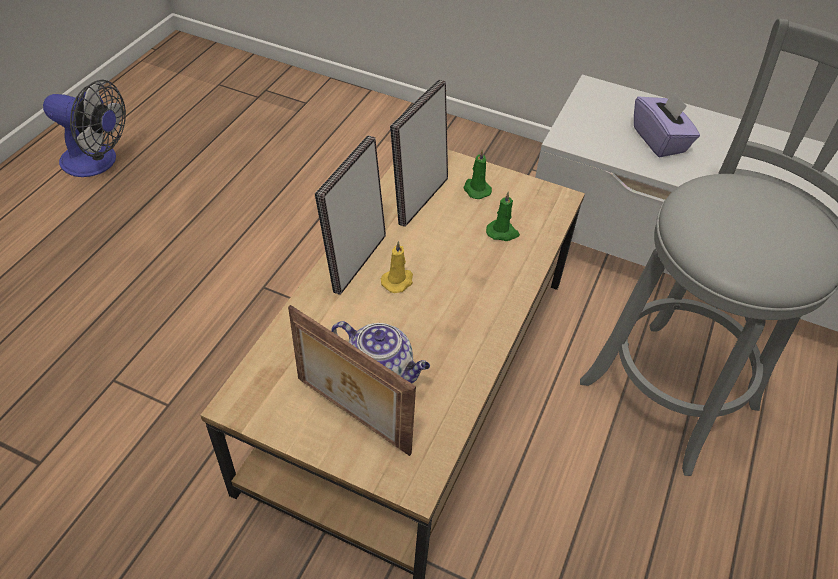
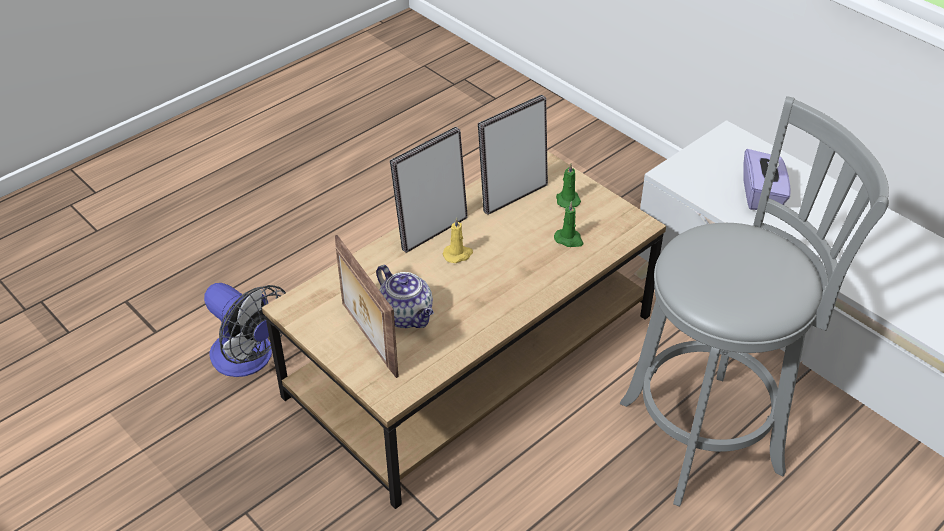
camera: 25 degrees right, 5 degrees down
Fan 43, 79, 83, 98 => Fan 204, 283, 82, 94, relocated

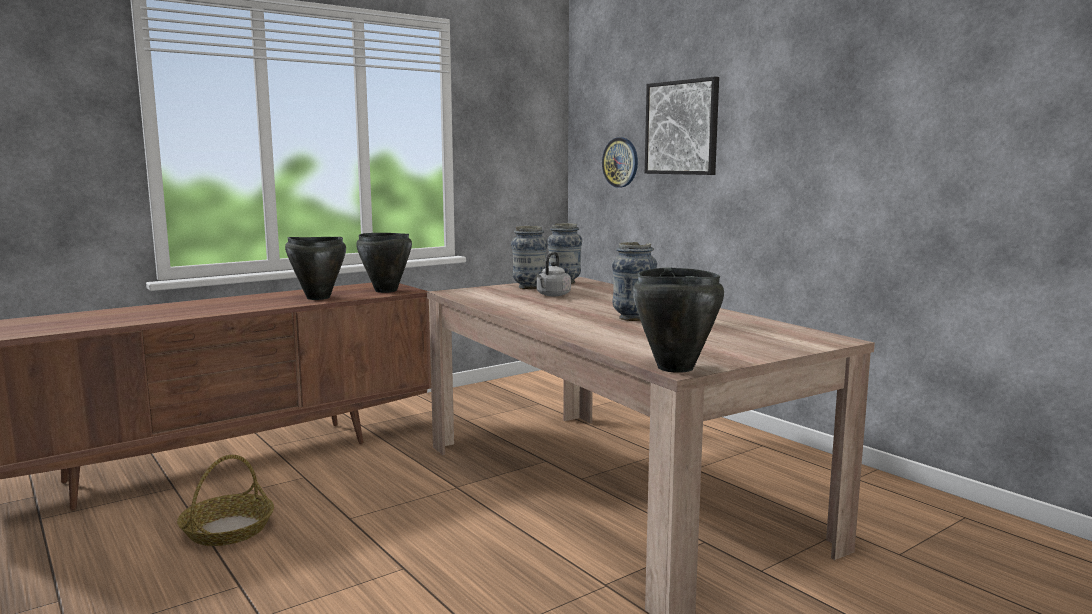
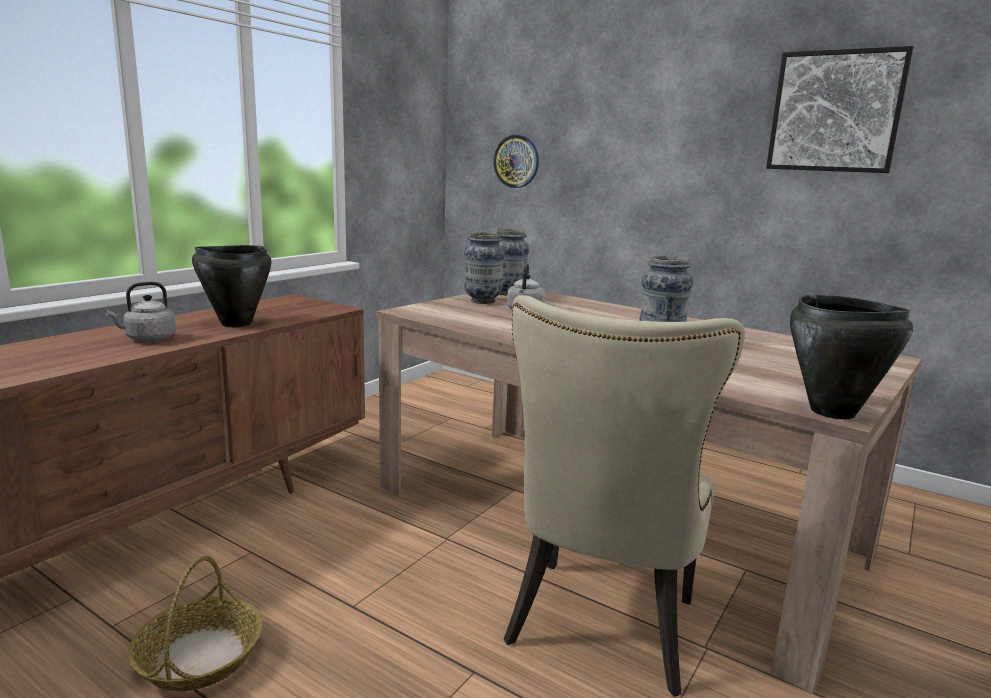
camera: 20 degrees left, 5 degrees up
BlackCookingPot 356, 233, 56, 60 => nothing
nothing => GreyKettle 106, 282, 70, 60
nothing => BeigeChair 503, 295, 242, 402
Picture 645, 77, 74, 98 => Picture 766, 46, 147, 127, relocated

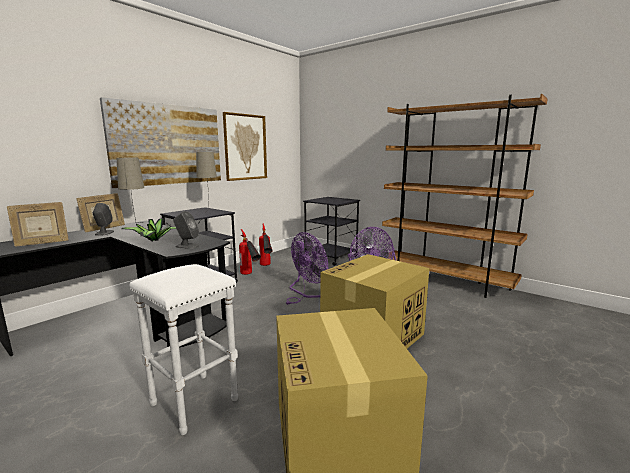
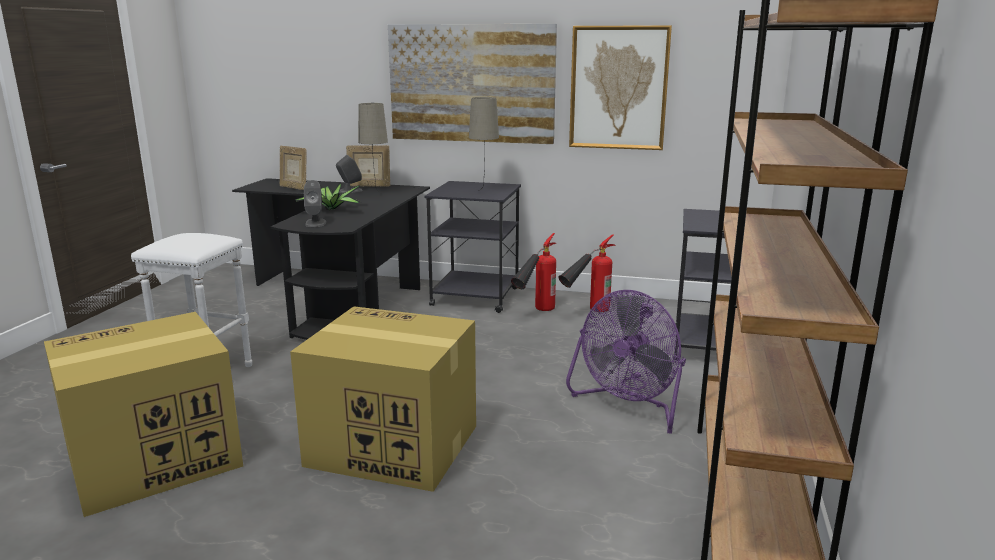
camera: 65 degrees right, 5 degrees up
PurpleFan 285, 232, 43, 73 => nothing

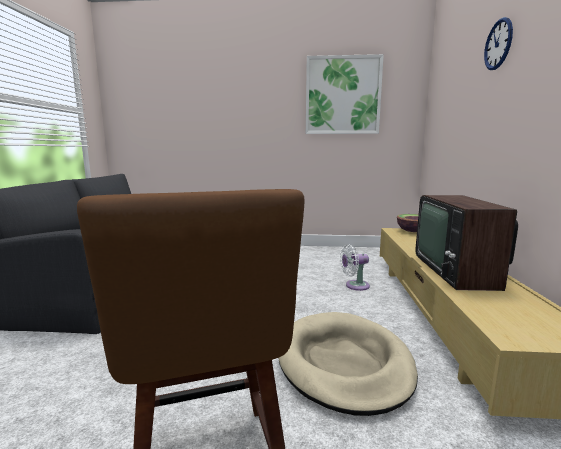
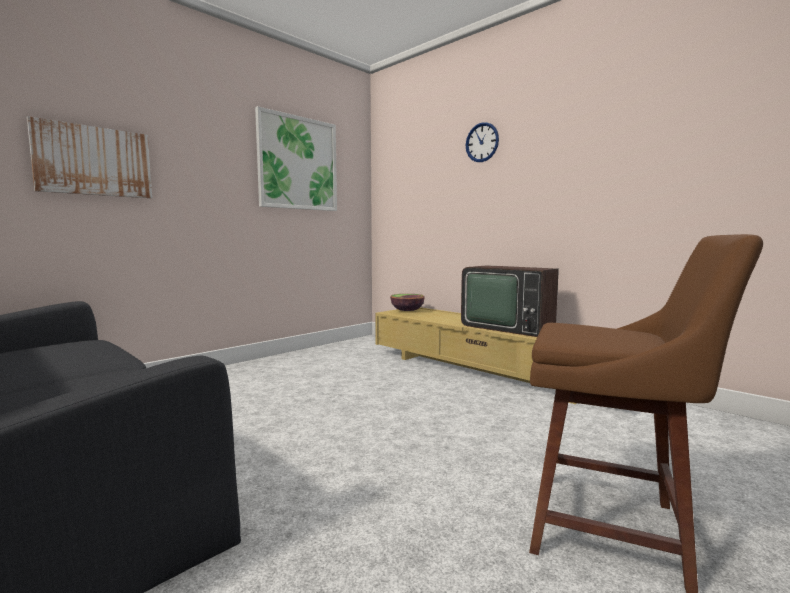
camera: 50 degrees left, 5 degrees down
BeigeDogBed 278, 312, 140, 104 => nothing
WhiteFan 340, 244, 30, 47 => nothing
nothing => Picture 27, 116, 125, 82

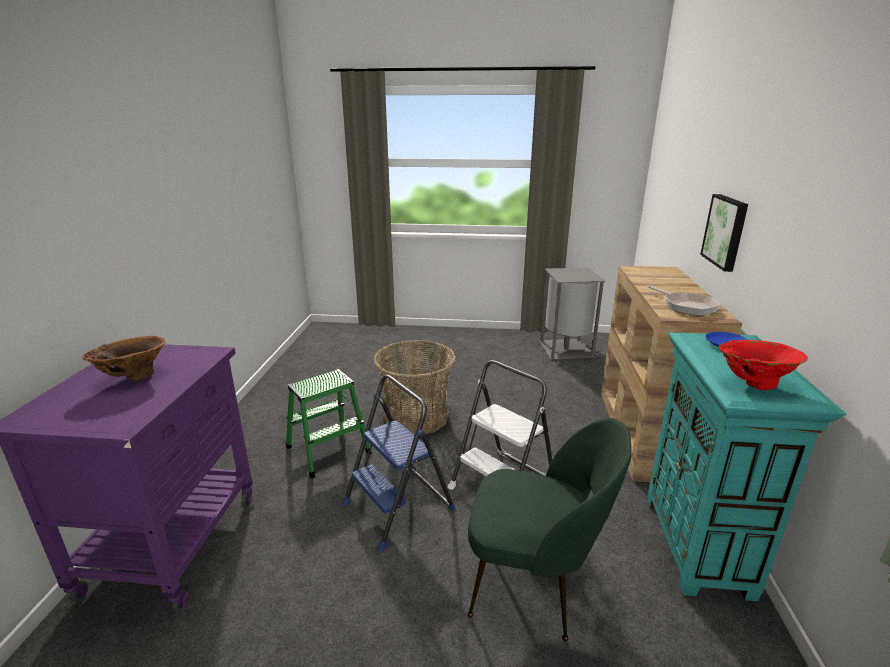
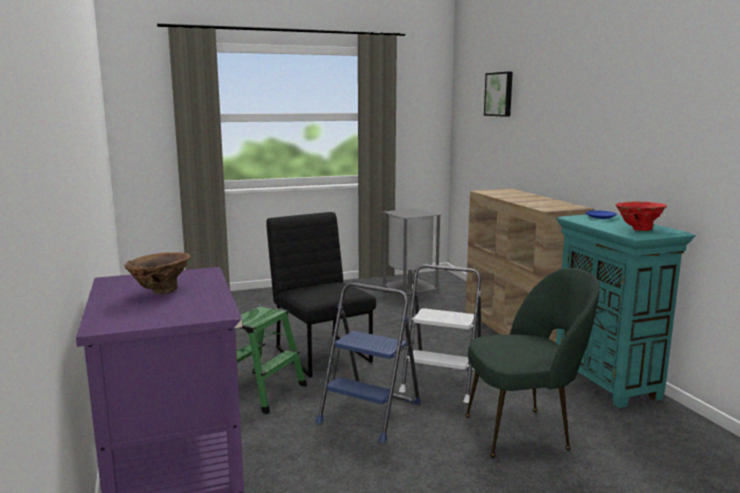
camera: 25 degrees left, 10 degrees down
FryingPan 648, 286, 73, 30 => nothing
Picture 700, 194, 48, 78 => Picture 484, 72, 29, 45, relocated
Basket 373, 340, 83, 95 => BlackChair 266, 212, 110, 165

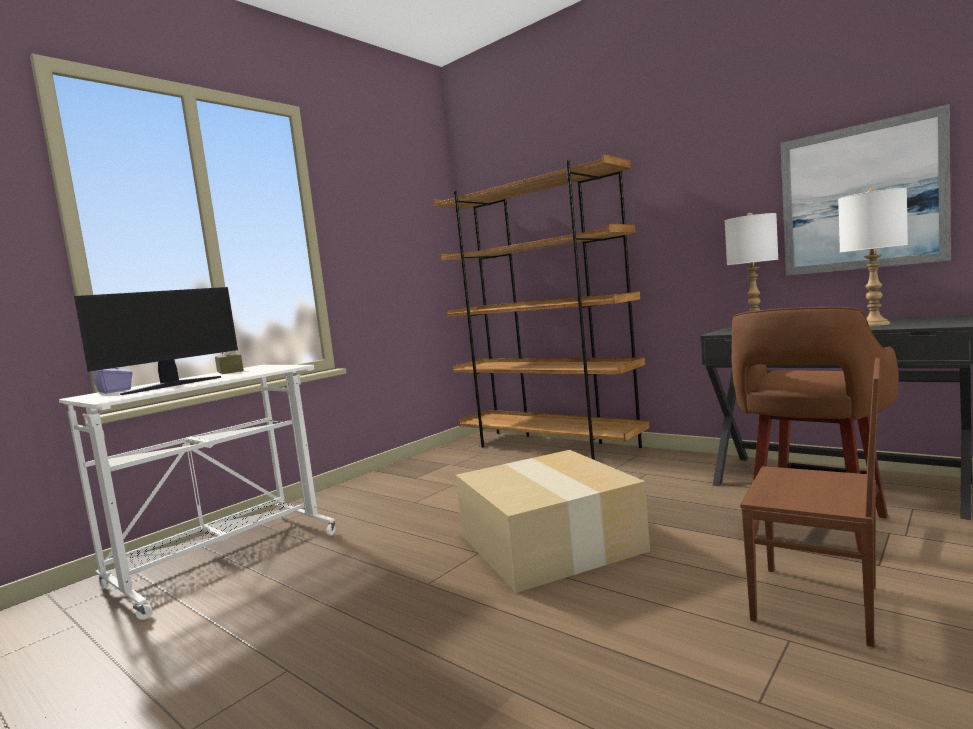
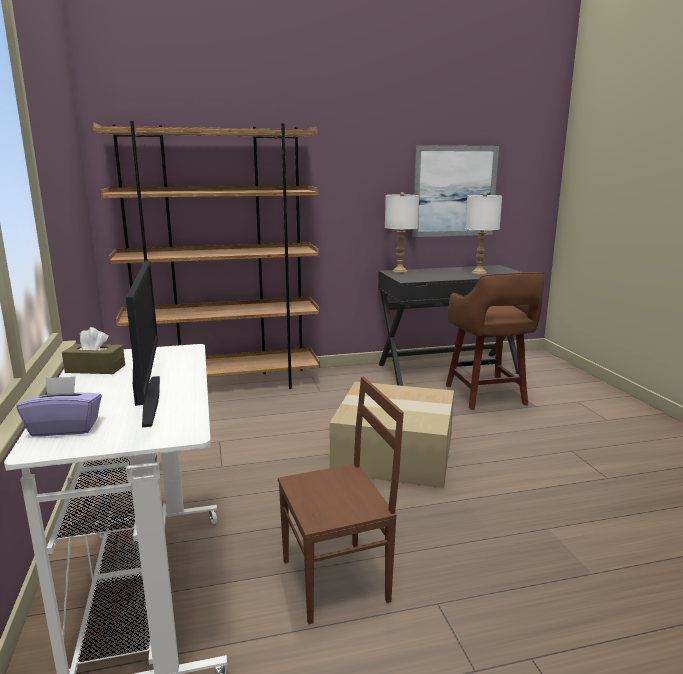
camera: 55 degrees left, 10 degrees up
BrownChair 740, 358, 140, 290 => BrownChair 278, 377, 126, 247, relocated

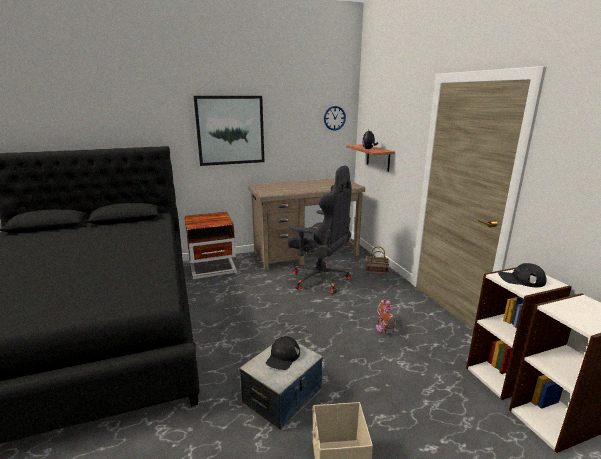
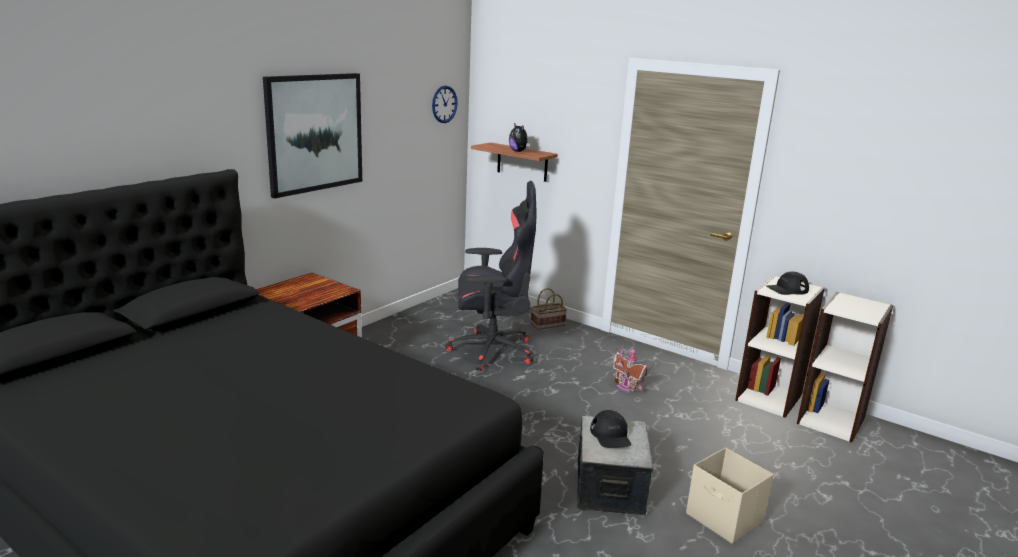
camera: 35 degrees left, 0 degrees up
BrownDesk 248, 178, 117, 93 => nothing

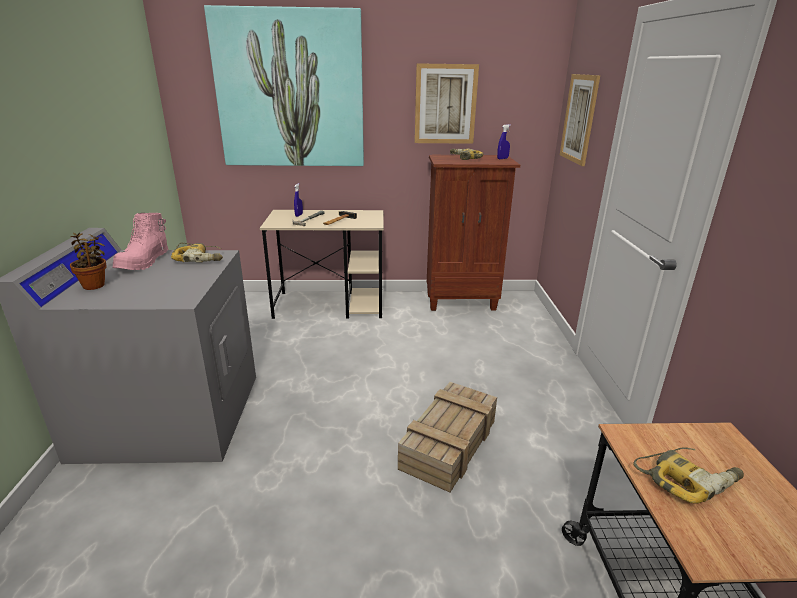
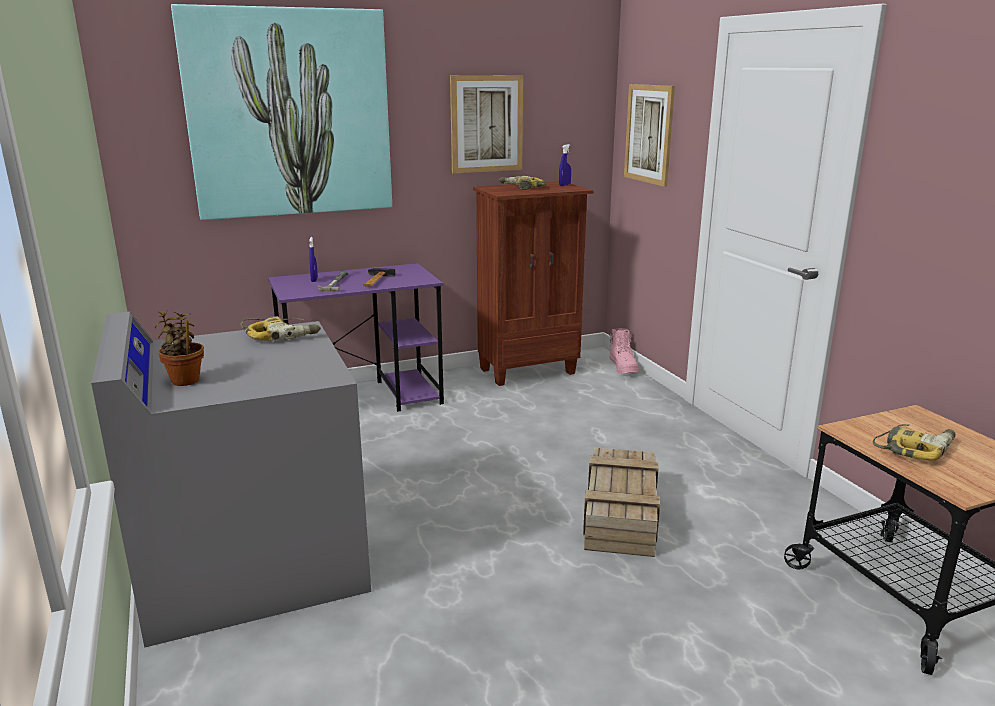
camera: 20 degrees left, 5 degrees down
PinkBoot 112, 213, 56, 57 => PinkBoot 609, 328, 29, 46, relocated
BeigeDesk 259, 210, 125, 109 => PurpleDesk 268, 263, 176, 149

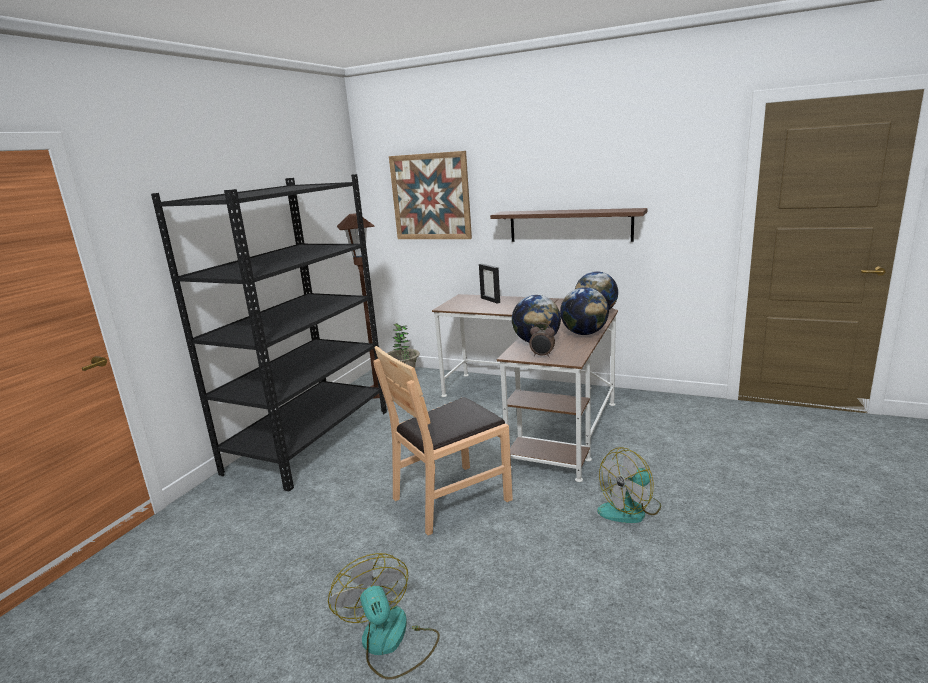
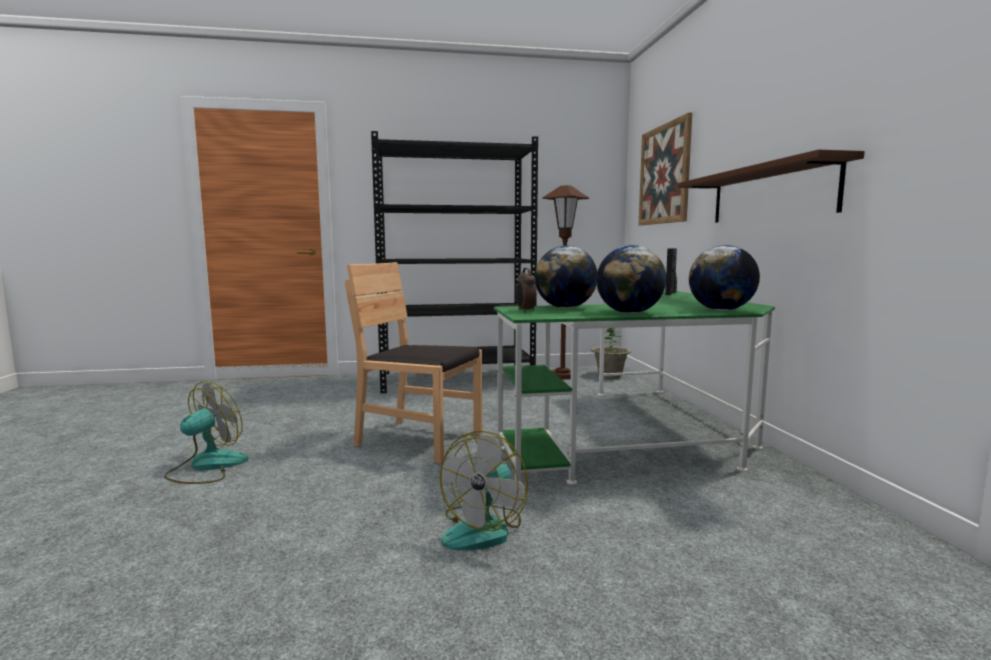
camera: 55 degrees right, 10 degrees down
BrownDesk 432, 294, 186, 188 => GreenDesk 494, 289, 281, 196
Fan 597, 447, 64, 76 => Fan 440, 431, 88, 119, 90 degrees counterclockwise

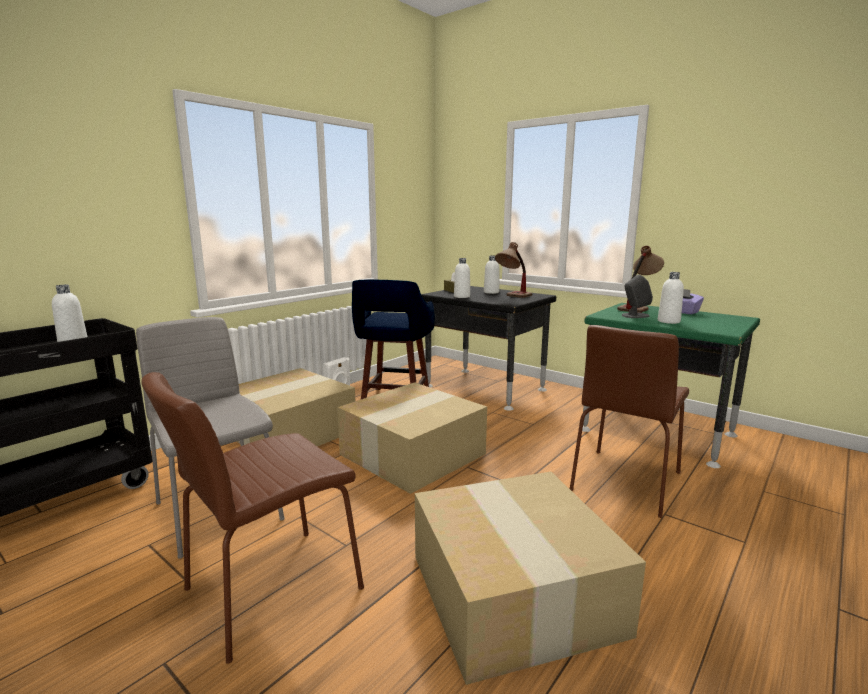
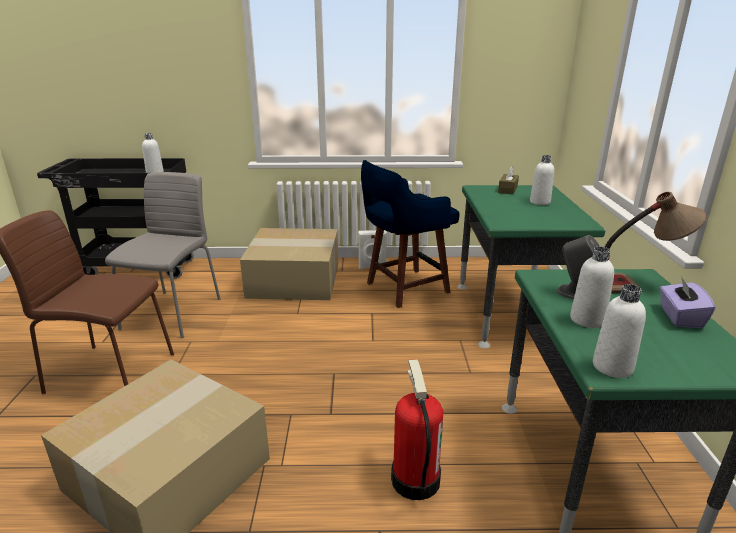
camera: 50 degrees right, 10 degrees up
CardboardBox 337, 382, 150, 112 => nothing
TableLamp 495, 242, 37, 56 => nothing
WhiteBottle 454, 258, 16, 40 => WhiteBottle 593, 284, 53, 94, relocated
BrownChair 569, 325, 120, 193 => FireExtinguisher 391, 359, 53, 141
BlackDesk 421, 286, 135, 125 => GreenDesk 457, 185, 149, 163

